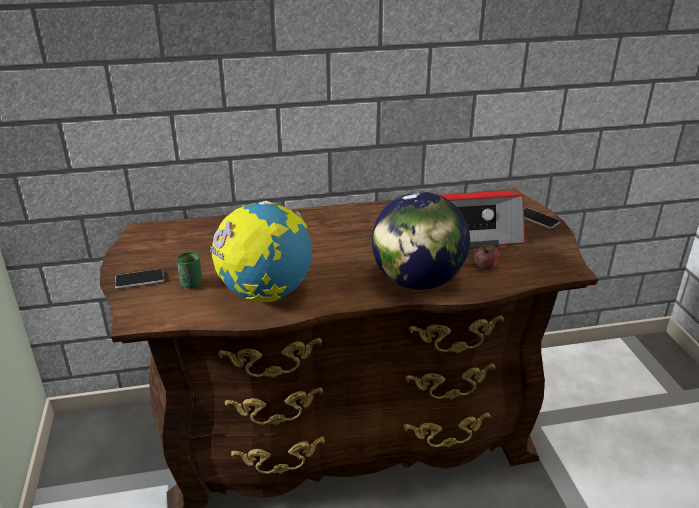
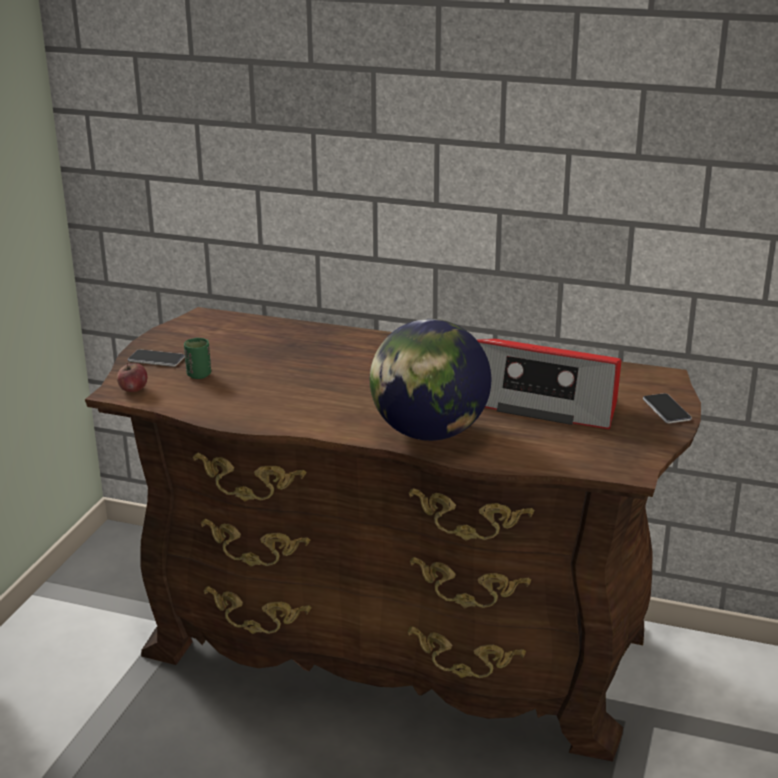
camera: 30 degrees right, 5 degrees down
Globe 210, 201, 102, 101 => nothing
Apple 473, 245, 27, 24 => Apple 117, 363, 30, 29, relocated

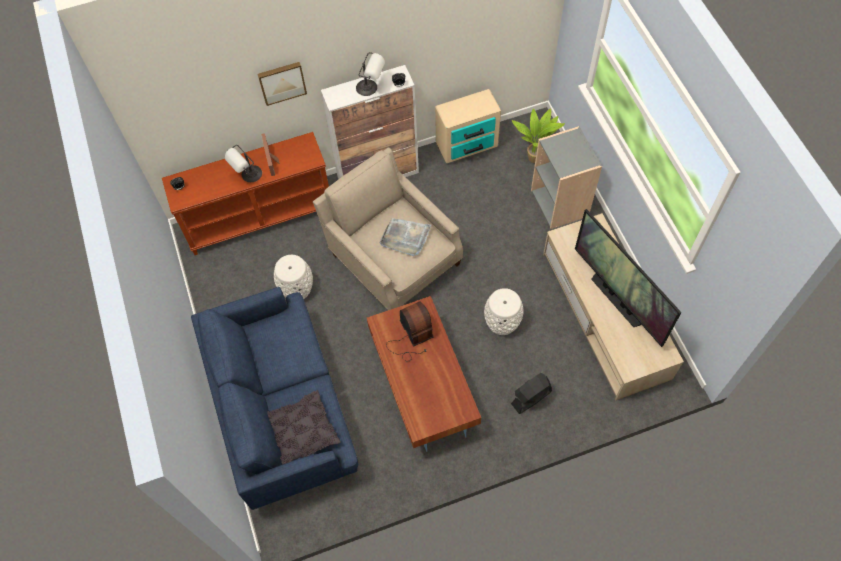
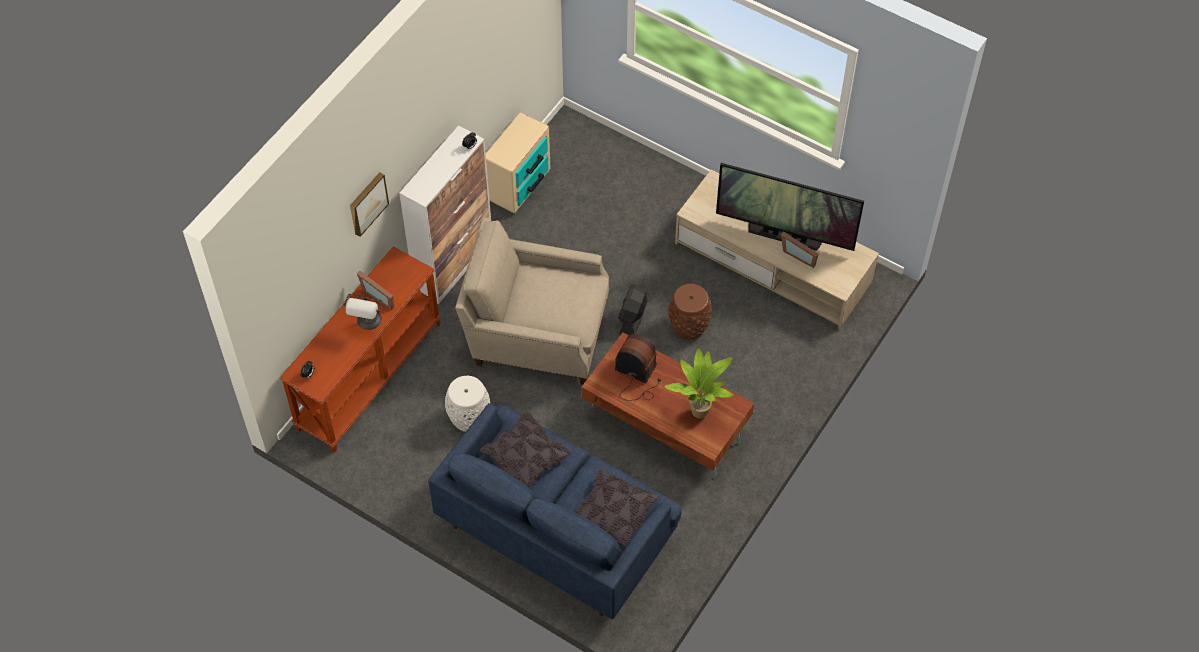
camera: 40 degrees left, 5 degrees down
TableLamp 356, 52, 29, 44 => nothing
GreyTray 380, 218, 51, 38 => nothing
GreyBookcase 531, 126, 71, 103 => nothing
nothing => BlackPillow 480, 412, 91, 75
nothing => PictureFrame 781, 231, 38, 37
BlackFan 511, 373, 41, 41 => BlackFan 618, 284, 30, 51, relocated
PottedPlant 512, 108, 53, 55 => PottedPlant 665, 348, 68, 70, relocated
WhiteStool 484, 288, 40, 47 => BrownStool 668, 284, 44, 56

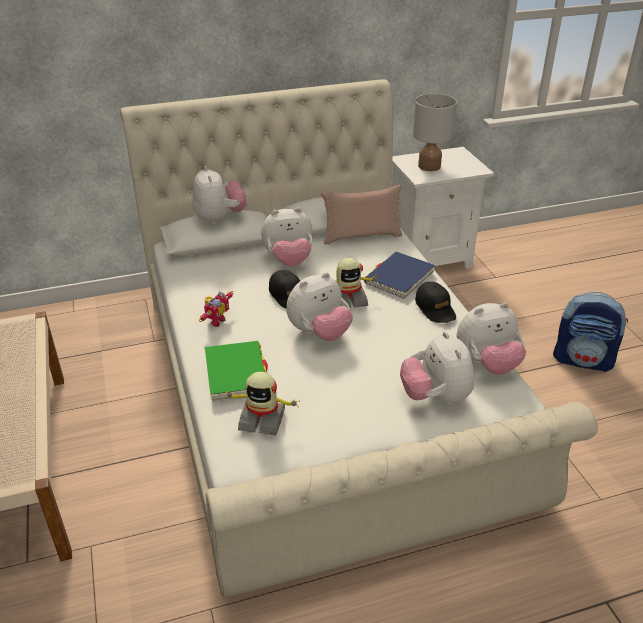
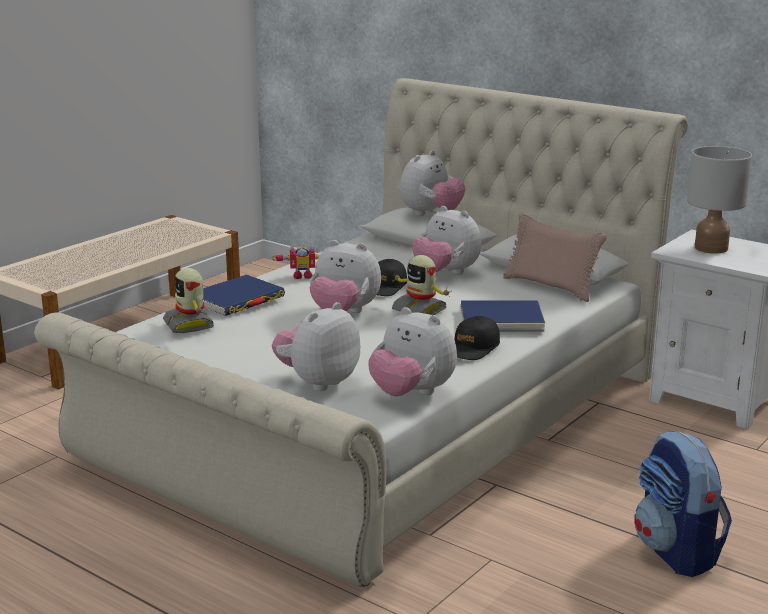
camera: 55 degrees right, 15 degrees down
GreenBook 205, 341, 63, 60 => BlueBook 203, 275, 82, 41

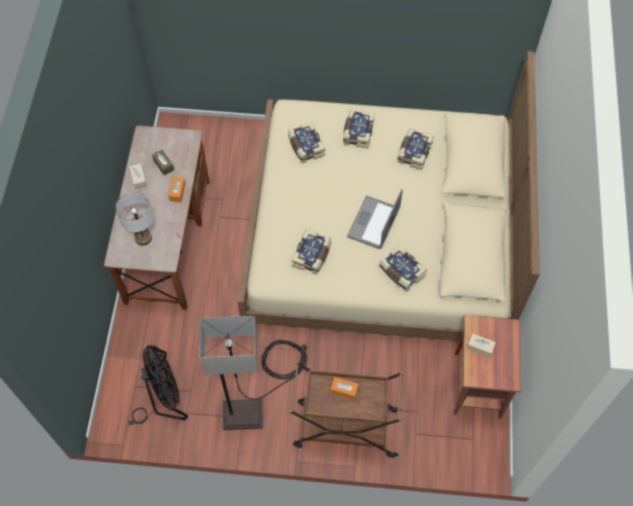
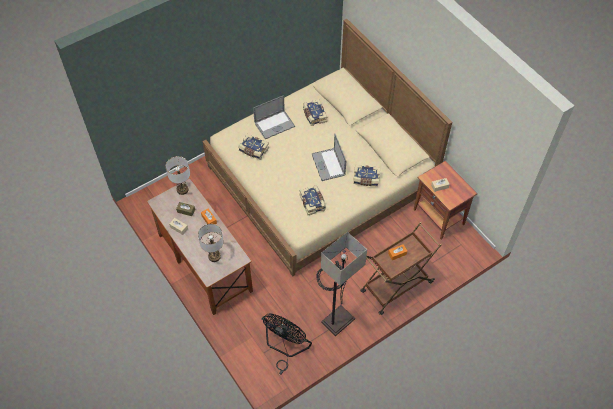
camera: 40 degrees left, 5 degrees down
nothing => TableLamp 166, 156, 24, 39
Book 343, 109, 32, 39 => Laptop 253, 95, 42, 44

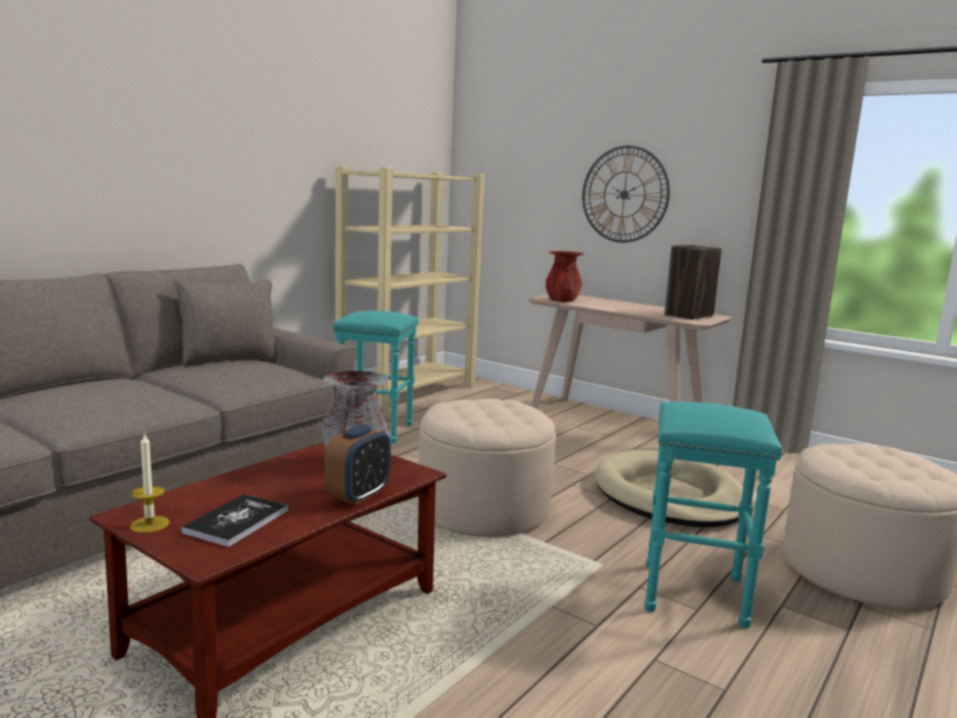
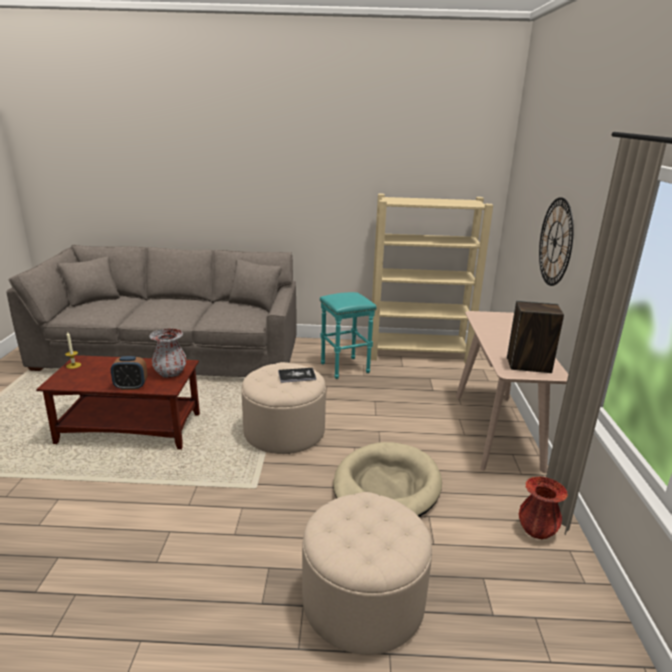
camera: 55 degrees right, 10 degrees up
TurquoiseStool 645, 402, 137, 226 => nothing
Book 181, 494, 107, 53 => Book 278, 368, 38, 15, relocated
RedVase 545, 251, 39, 51 => RedVase 519, 476, 49, 63, relocated

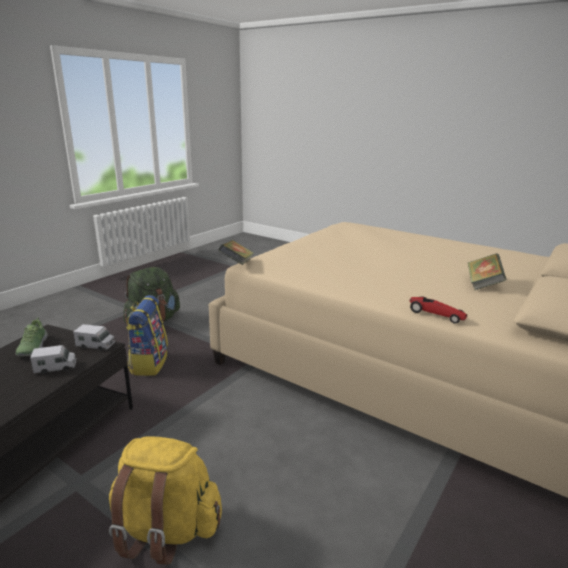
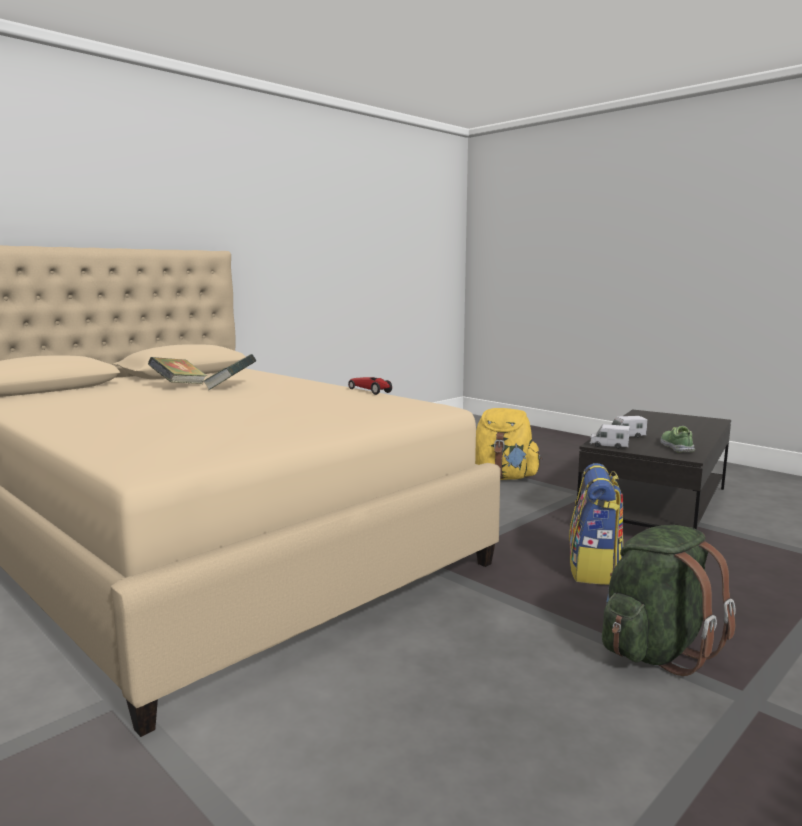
camera: 170 degrees left, 10 degrees down
Book 218, 240, 36, 25 => Book 202, 354, 54, 36, relocated
ToyCar 410, 296, 57, 28 => ToyCar 348, 377, 44, 18, relocated

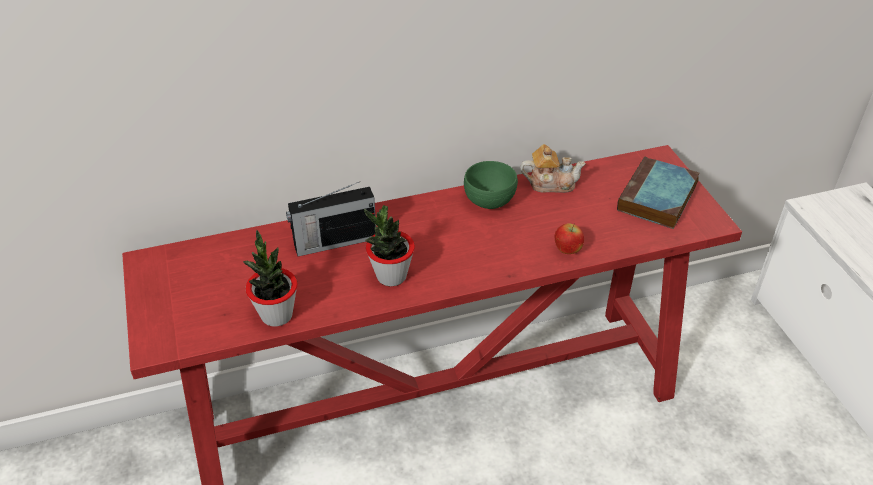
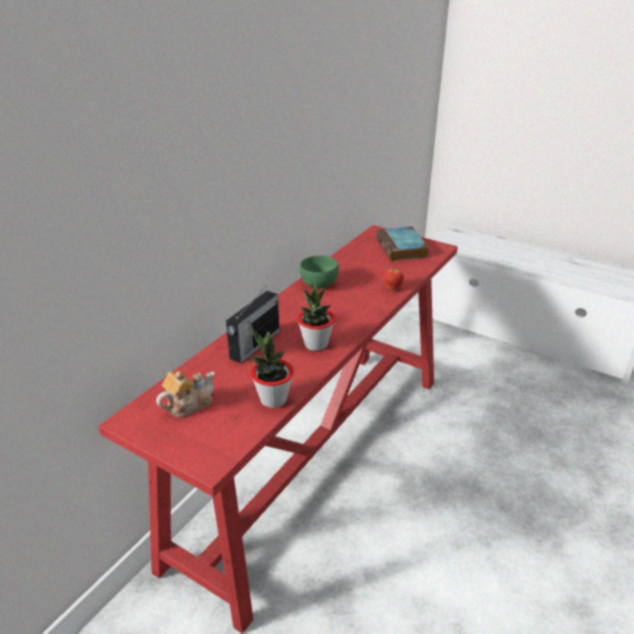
camera: 40 degrees left, 10 degrees down
Teapot 520, 144, 66, 49 => Teapot 156, 371, 59, 47, relocated

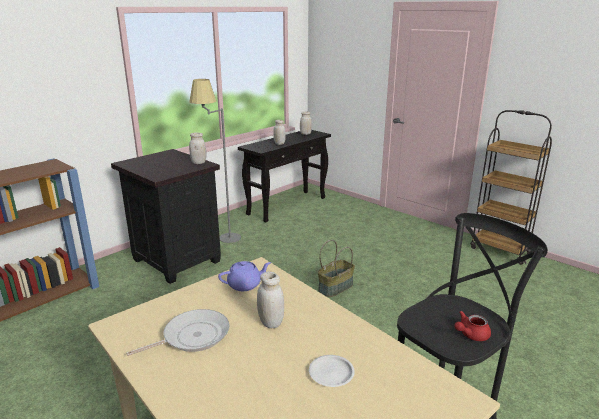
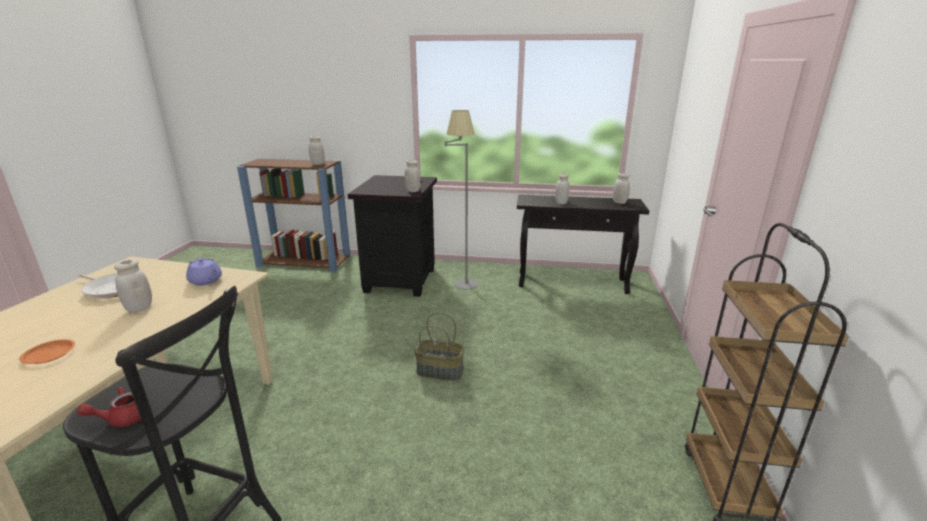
camera: 55 degrees right, 0 degrees up
nothing => WhiteJar 309, 136, 16, 29
WhitePlate 309, 355, 46, 32 => OrangePlate 19, 339, 56, 25
RedTeapot 454, 311, 37, 30 => RedTeapot 77, 387, 74, 40, 60 degrees counterclockwise

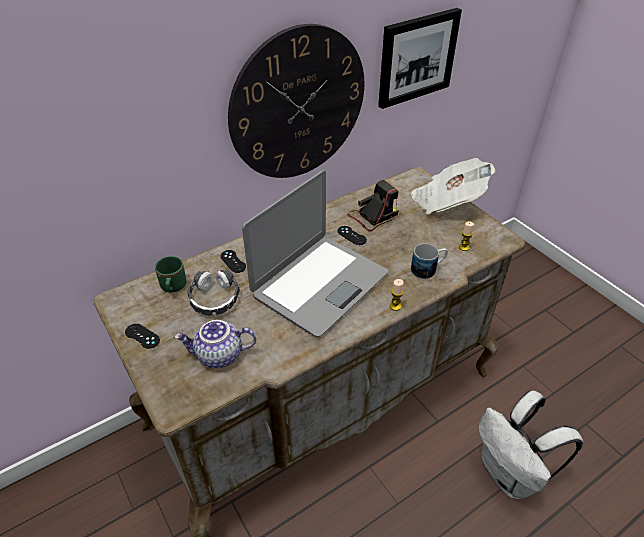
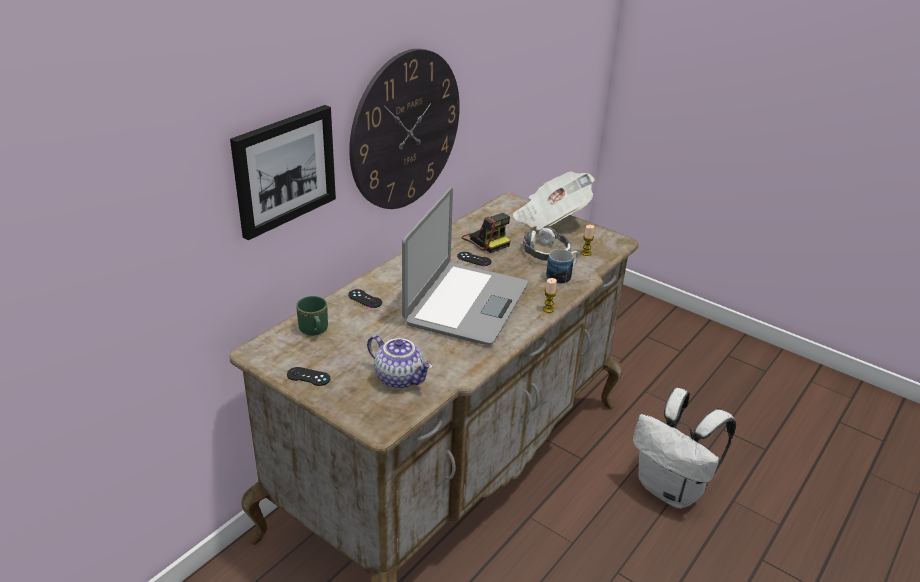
camera: 20 degrees left, 10 degrees down
Headphones 187, 269, 53, 47 => Headphones 523, 227, 48, 34, relocated
Picture 378, 8, 84, 101 => Picture 230, 105, 106, 135, relocated
Teapot 174, 320, 82, 48 => Teapot 367, 335, 66, 54, 120 degrees counterclockwise
PhotoCamera 347, 180, 52, 51 => PhotoCamera 462, 213, 48, 40, 105 degrees clockwise

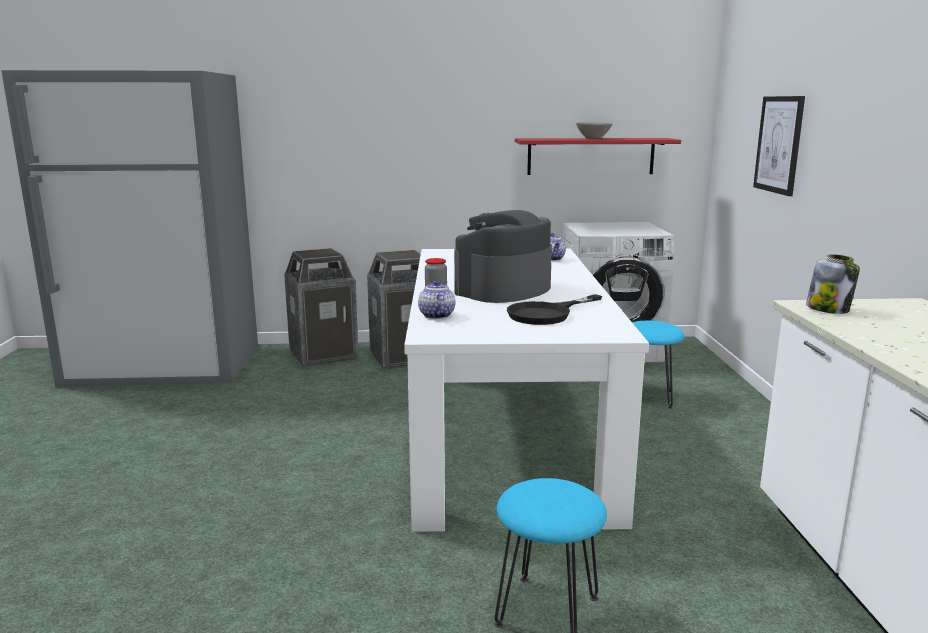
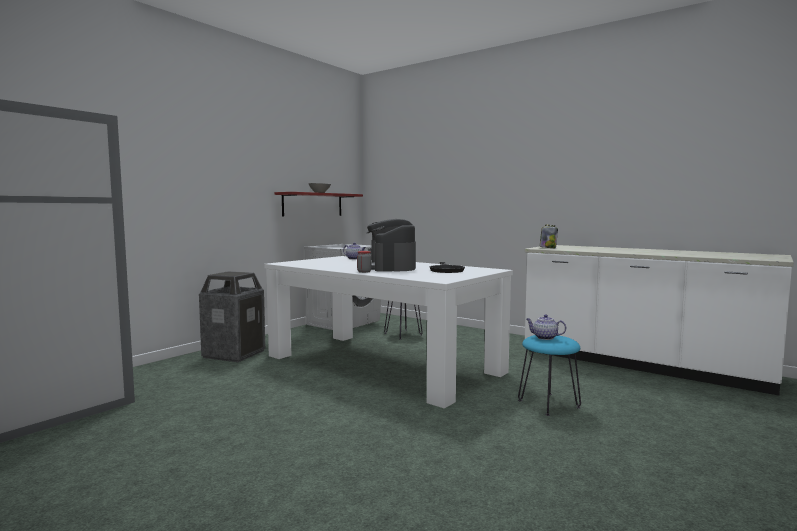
camera: 50 degrees left, 10 degrees down
TrashCan 284, 248, 75, 119 => nothing
Picture 753, 96, 52, 100 => nothing
Teapot 418, 280, 37, 39 => Teapot 526, 314, 40, 26, relocated

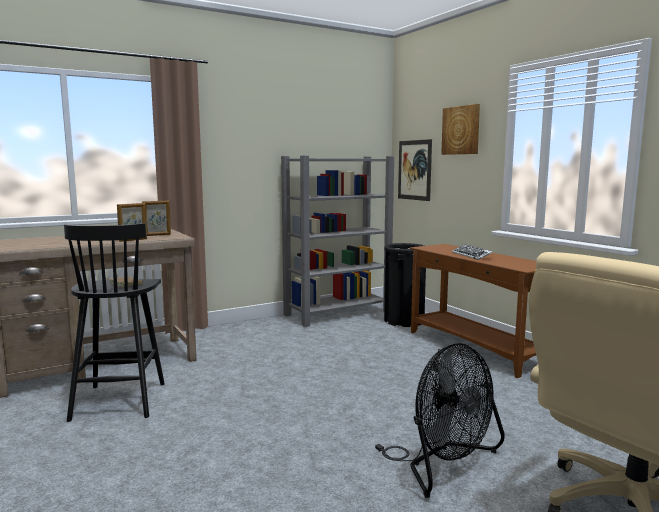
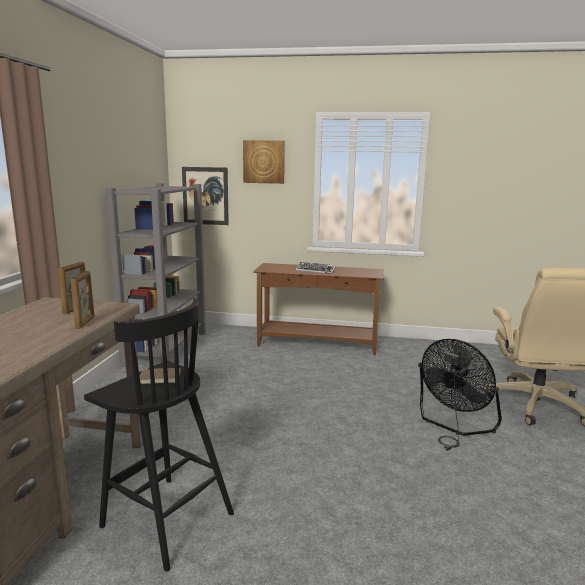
camera: 50 degrees left, 5 degrees up
BlackTrashCan 384, 243, 42, 84 => nothing
BlackFan 375, 343, 130, 155 => BlackFan 418, 339, 84, 112, 45 degrees counterclockwise

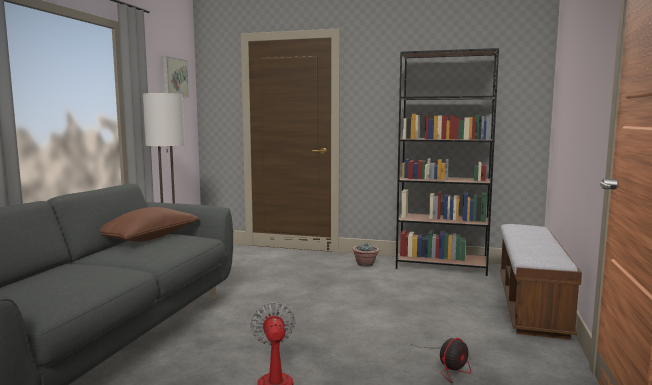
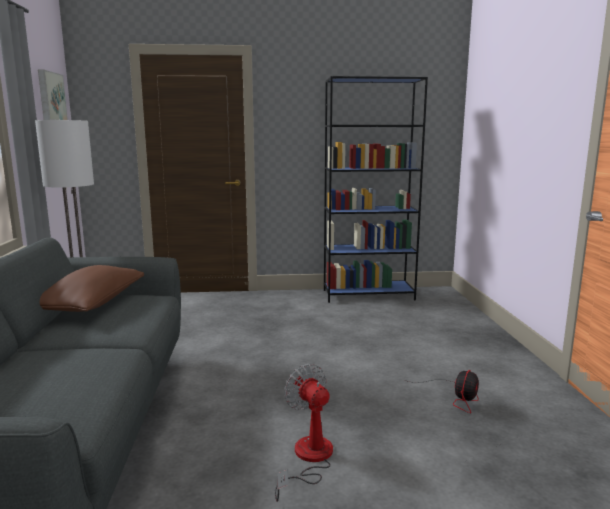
camera: 20 degrees left, 5 degrees up
PottedPlant 353, 244, 26, 23 => nothing
Bench 500, 224, 82, 116 => nothing
BrownBookcase 396, 48, 103, 228 => BlueBookcase 324, 76, 104, 227

